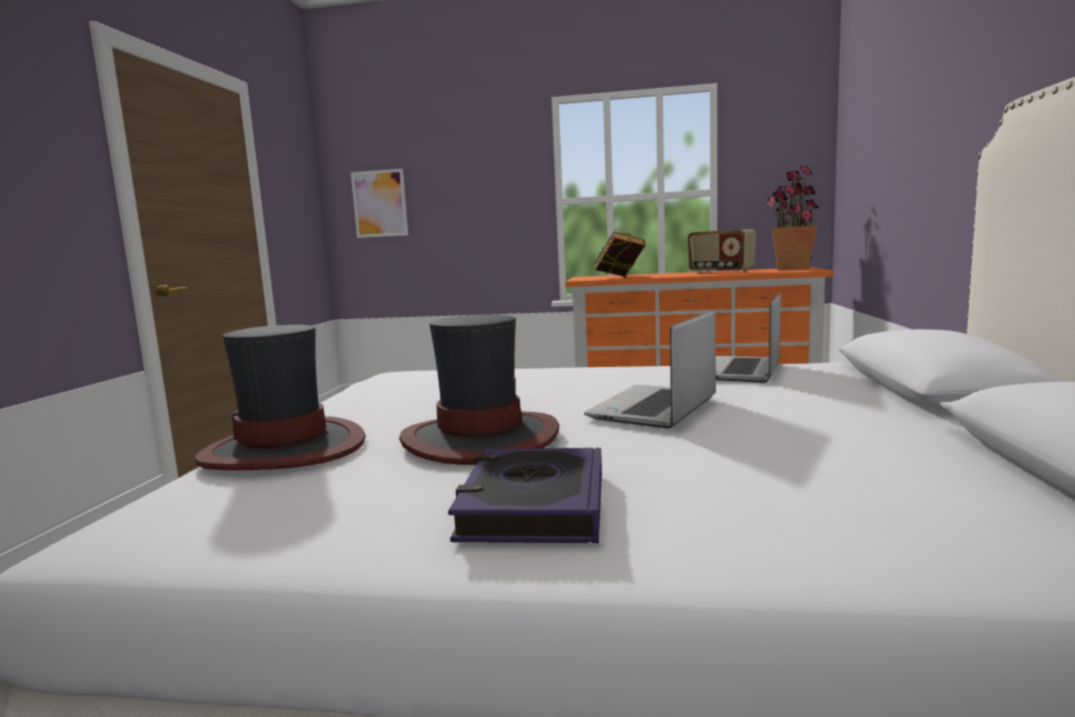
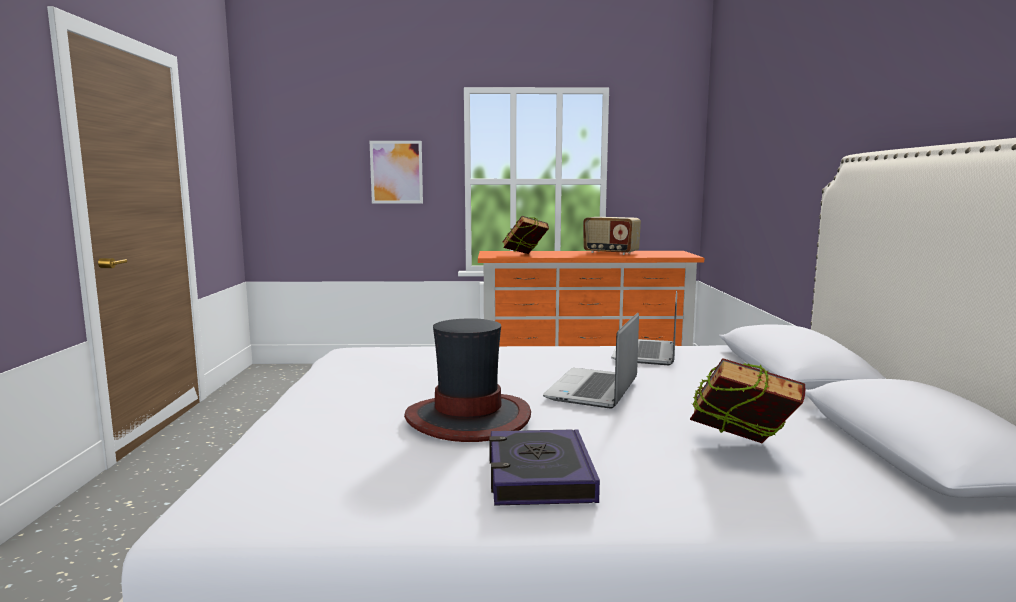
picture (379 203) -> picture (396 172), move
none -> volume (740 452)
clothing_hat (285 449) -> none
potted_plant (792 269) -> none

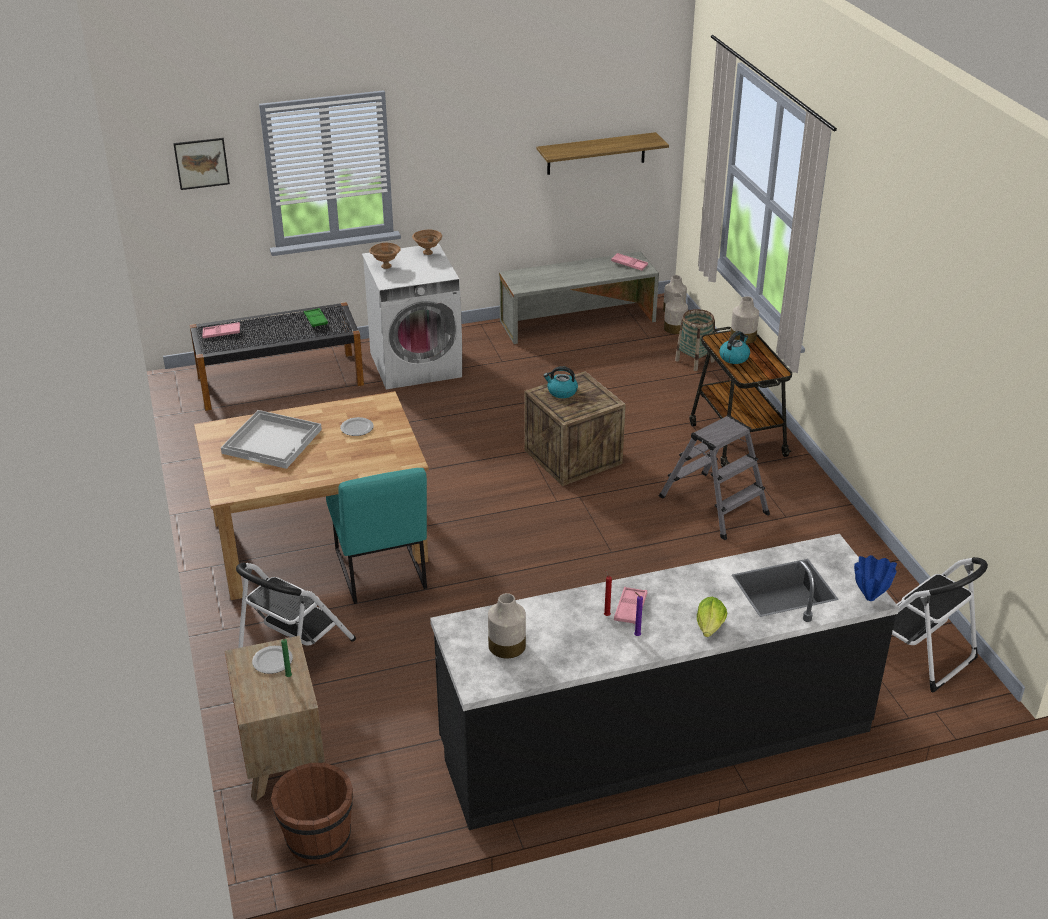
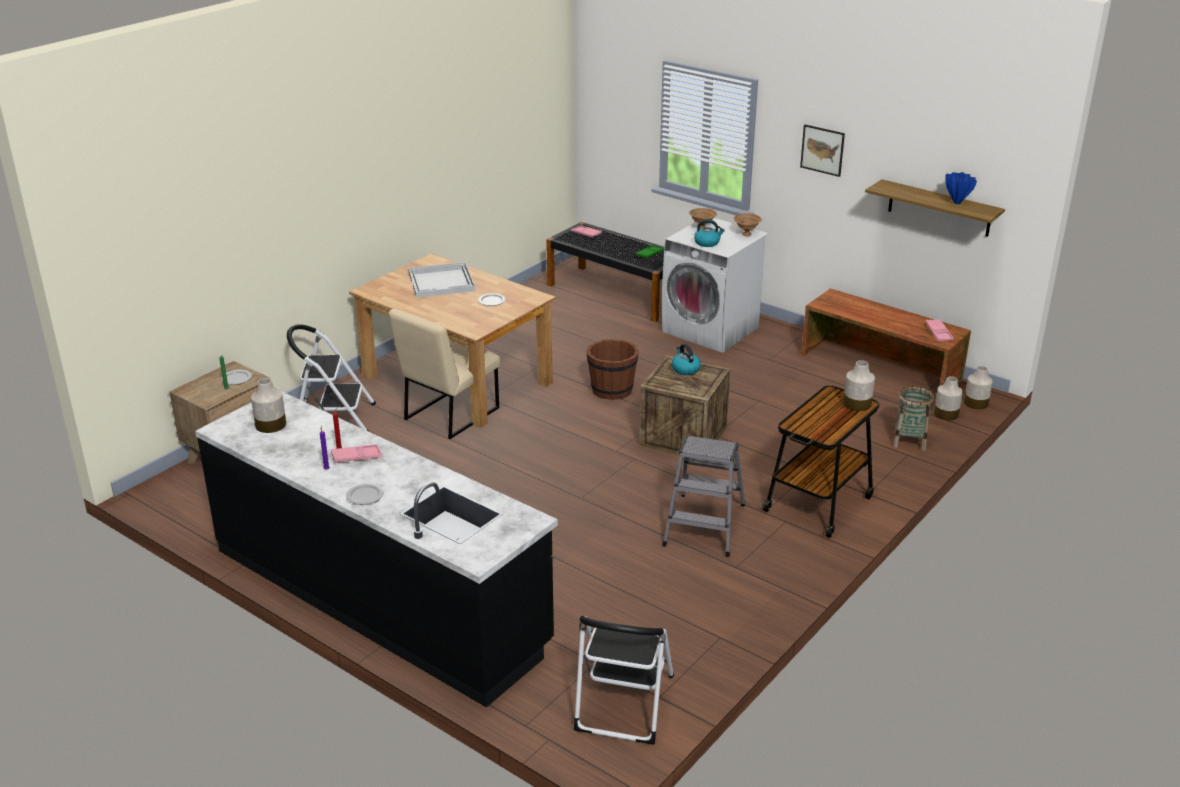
head_of_lettuce (710 627) -> plate (365 496)
turquoise-coloured_plain_chair (380 571) -> beige_plain_chair (449 414)
brownish_water_bucket (318 839) -> brownish_water_bucket (612 390), move
water_kettle (734 357) -> water_kettle (707 243), move
picture (201 163) -> picture (822 150), move
greyish_long_seat (578 320) -> brownish_long_seat (881 367)
blue_vase (869 598) -> blue_vase (956 203), move

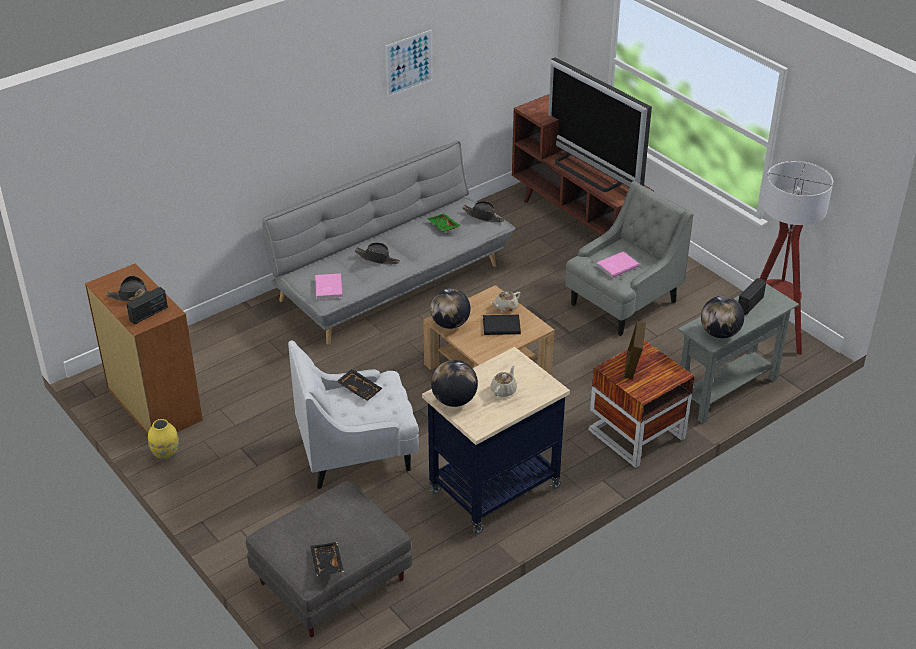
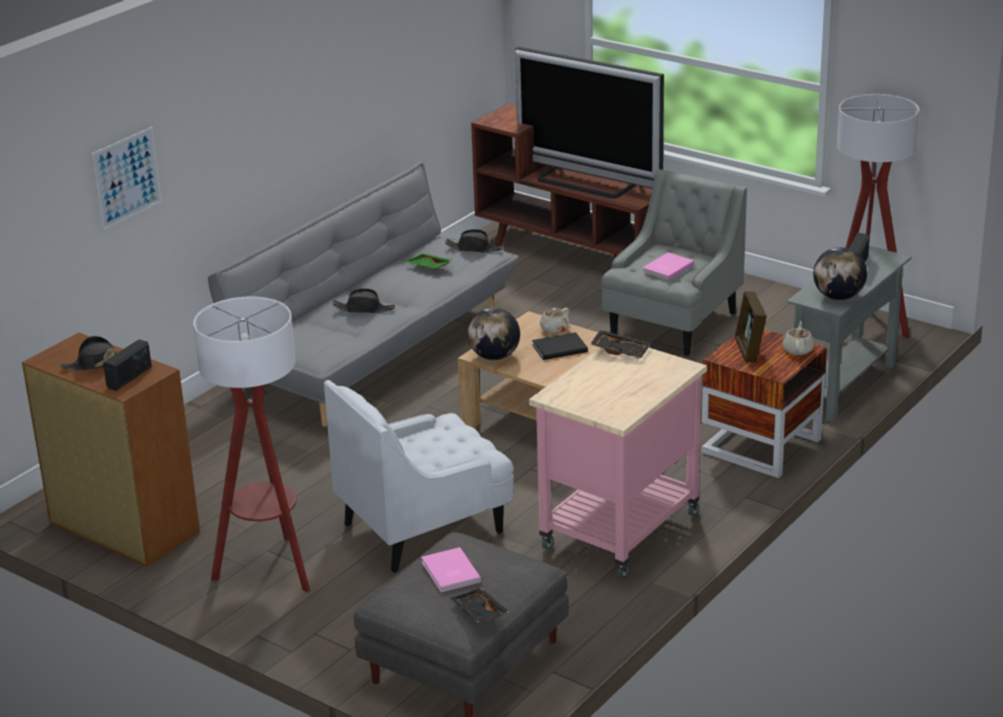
picture (409 63) -> picture (127 178), move
none -> floor_lamp (269 569)
pink_volume (327 288) -> pink_volume (449 572), move
blue_wheeled_cart (494 491) -> pink_wheeled_cart (620 532)
black_carrying_tray (360 389) -> black_carrying_tray (620 350), move
beige_pot_for_tea (504 390) -> beige_pot_for_tea (798 350), move
yellow_vase (166 455) -> none
desk_globe (454 400) -> none

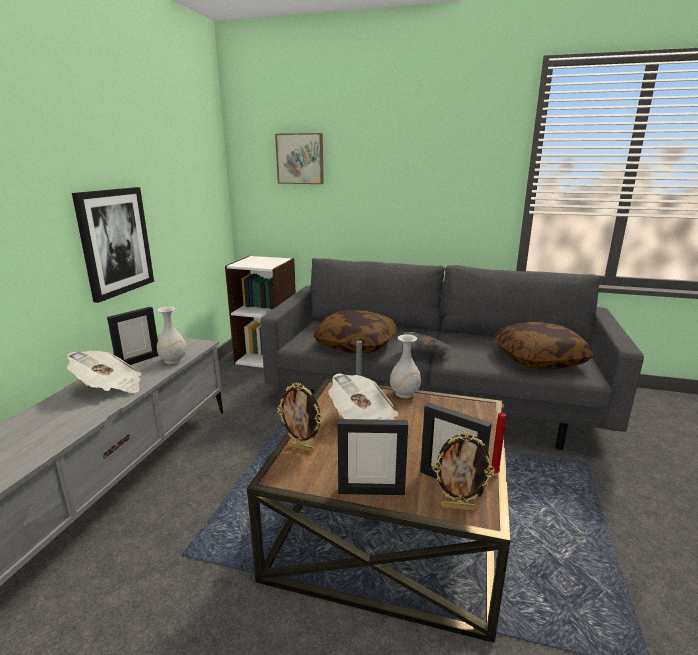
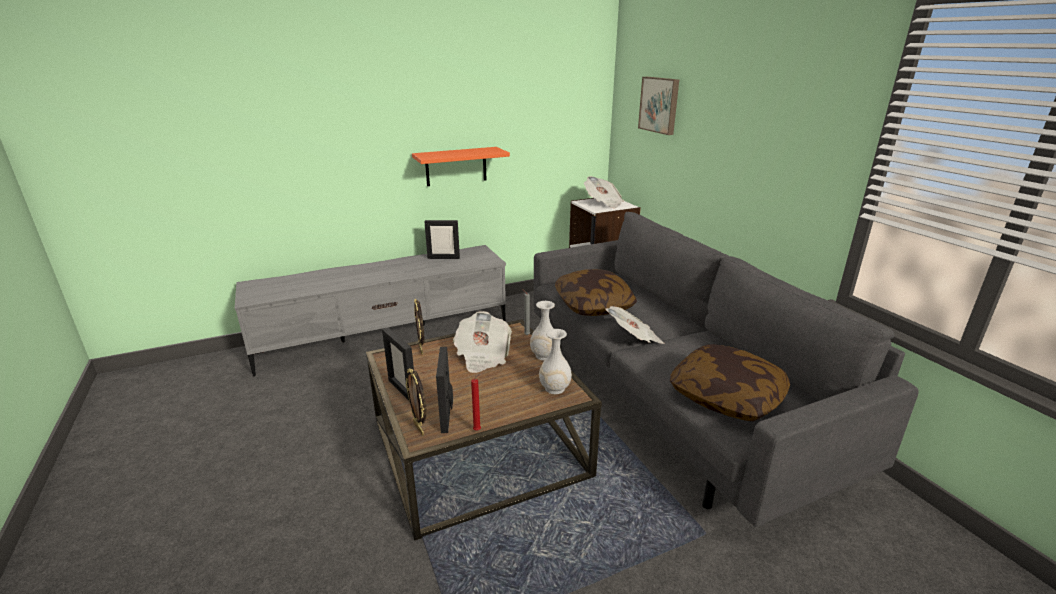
picture (115 242) -> orangey_bracket_shelf (456 166)
white-coloured_vase (173 360) -> white-coloured_vase (554 388), move
printed_paper (110 387) -> printed_paper (603 203), move

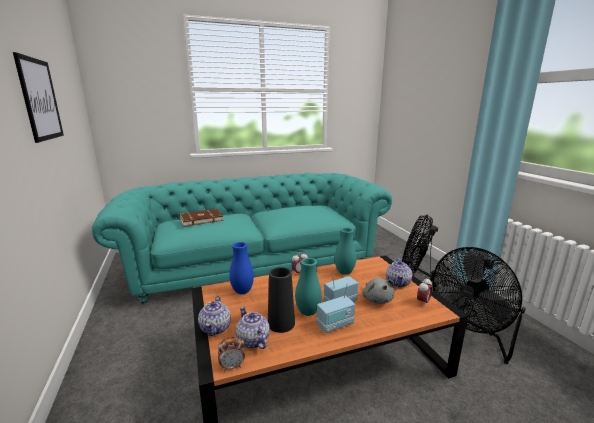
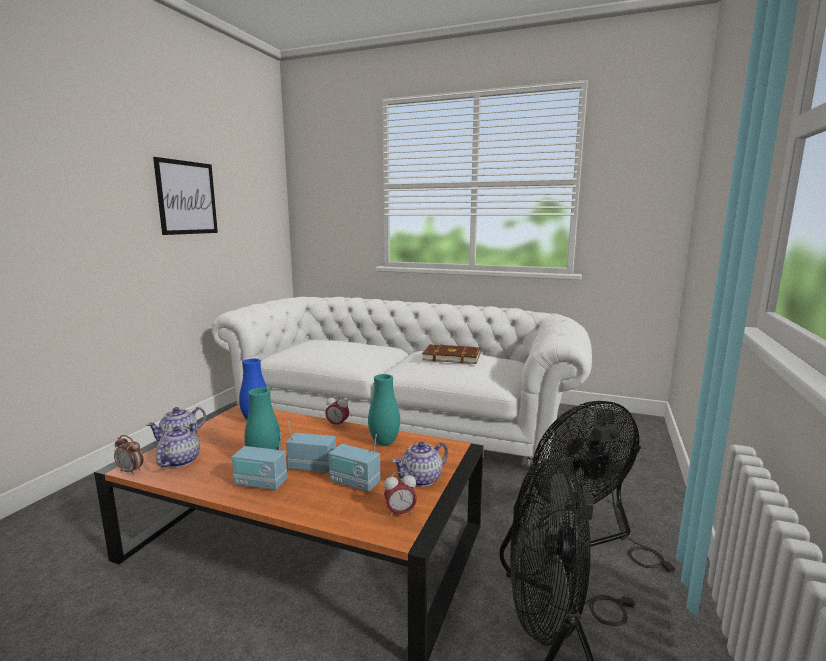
turquoise-coloured_couch (254 262) -> white-coloured_couch (402 418)
greyish_cuddly_toy (377 299) -> radio_receiver (354 483)
brownish_volume (200 219) -> brownish_volume (451 356), move
black_vase (281 323) -> none

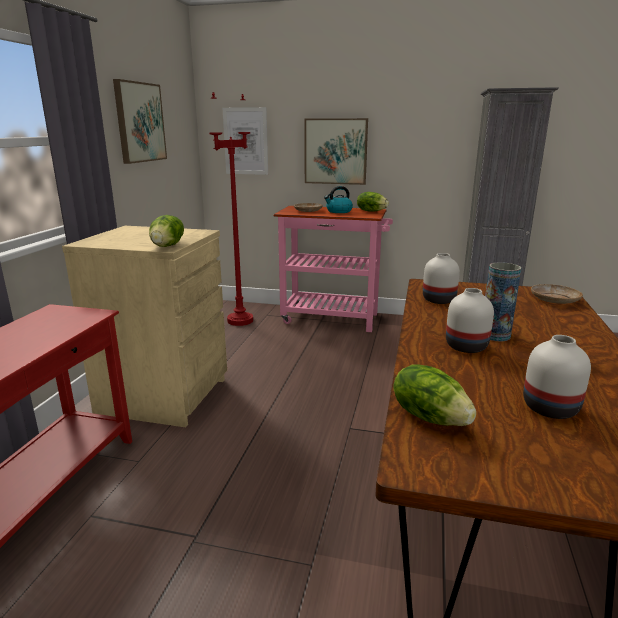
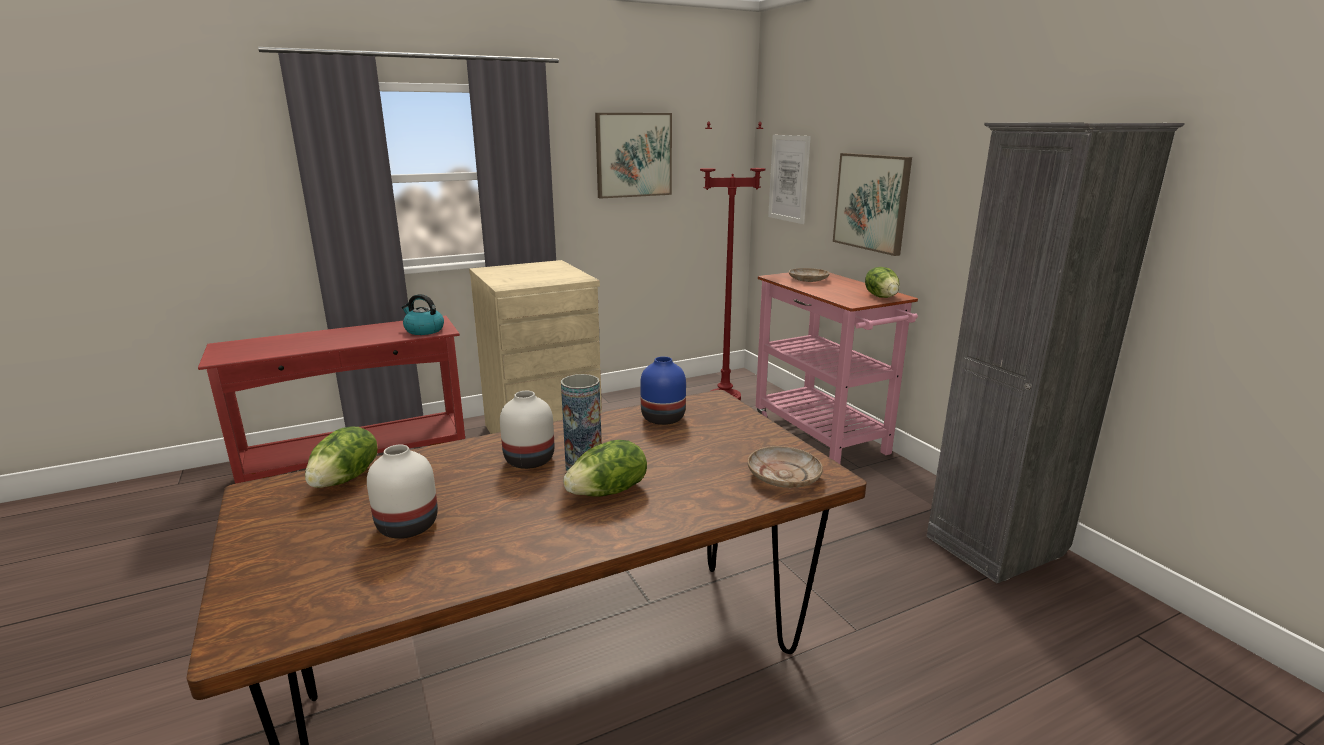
water_kettle (338 211) -> water_kettle (423 330), move
head_of_lettuce (168 246) -> head_of_lettuce (608 492), move
white-coloured_vase (438 300) -> blue_vase (664 418)

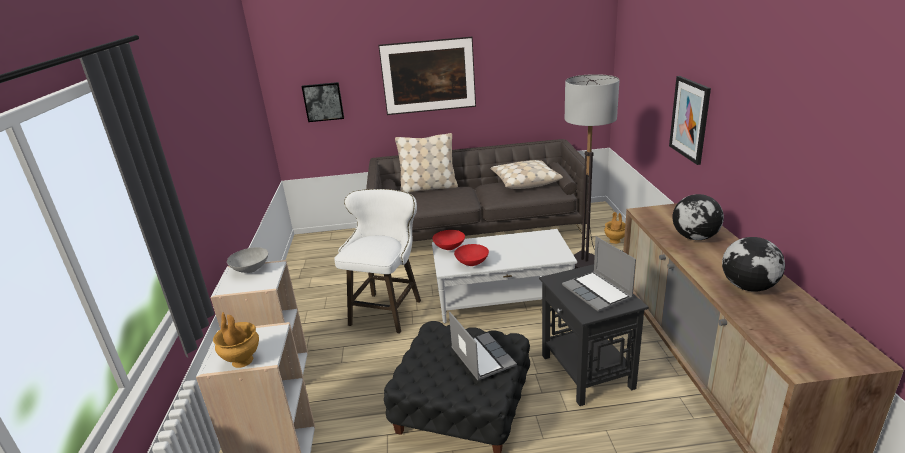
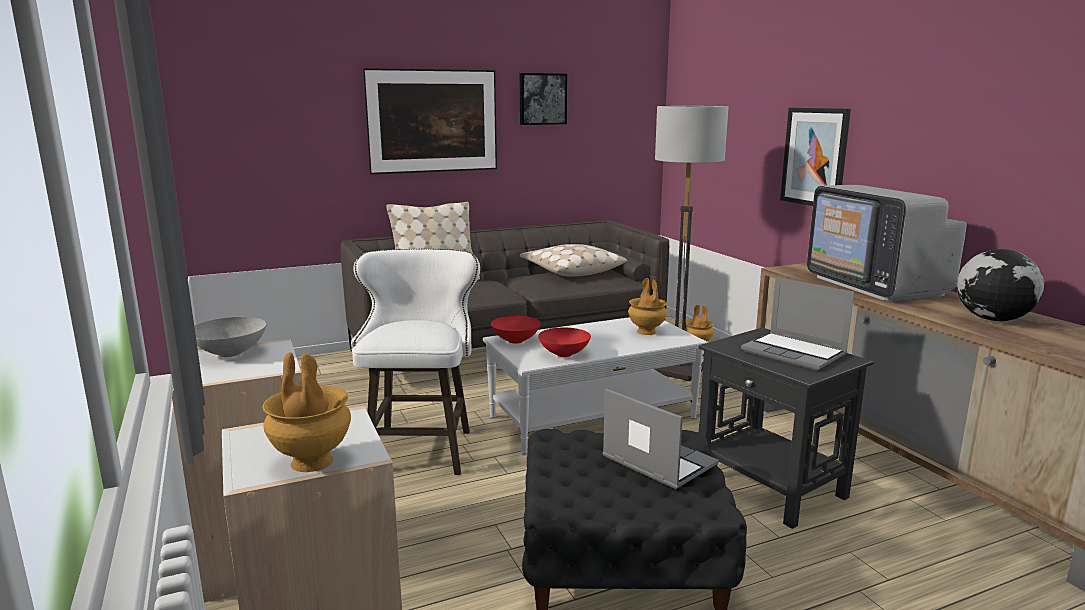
picture (323 101) -> picture (542 99), move
none -> brownish_vase (647 332)
desk_globe (695 237) -> television (875 286)

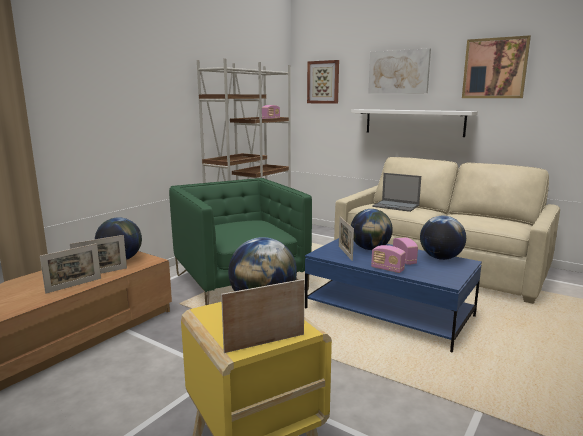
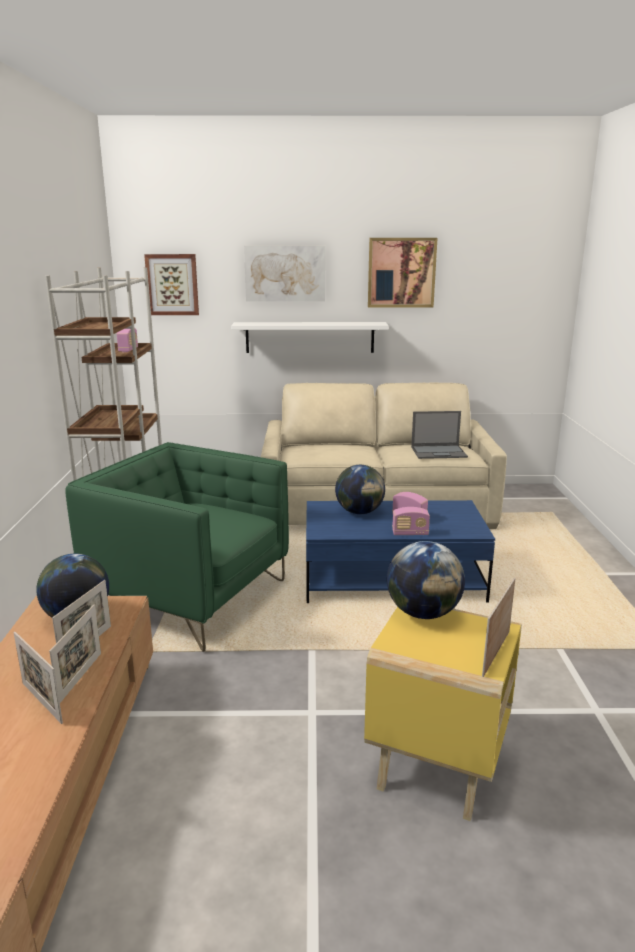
picture_frame (345 253) -> picture_frame (42 702), move
portable_computer (396 206) -> portable_computer (439 452), move
desk_globe (441 258) -> none

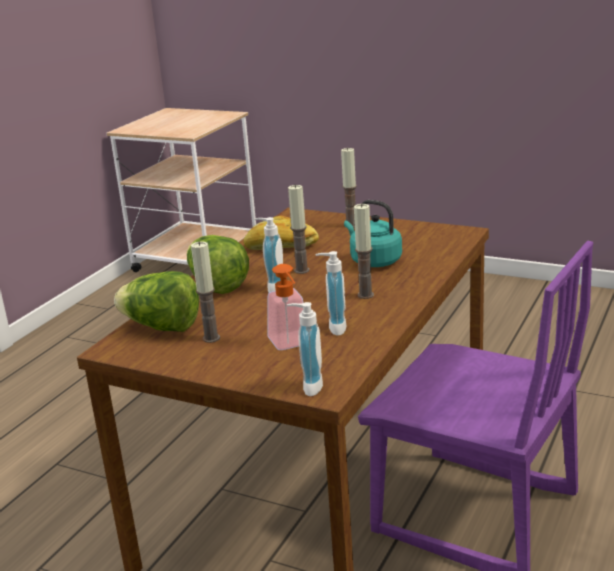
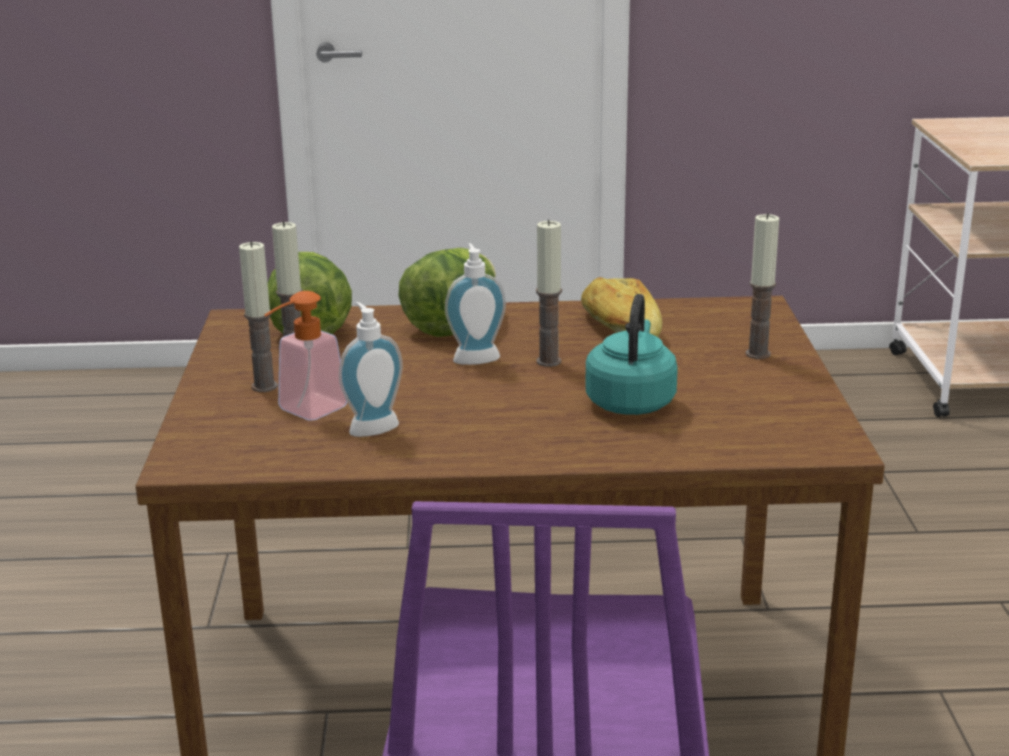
candle (365 295) -> candle (264 386), move
soap_dispenser (308 386) -> none

